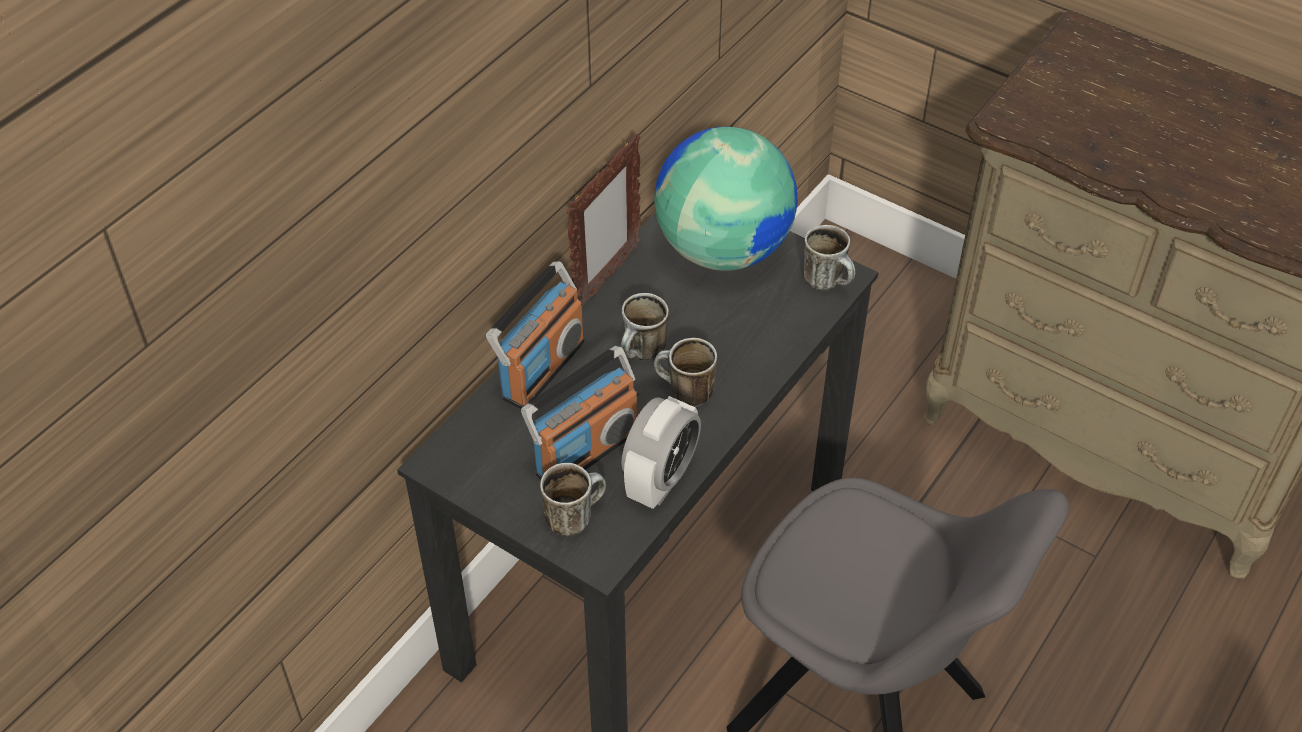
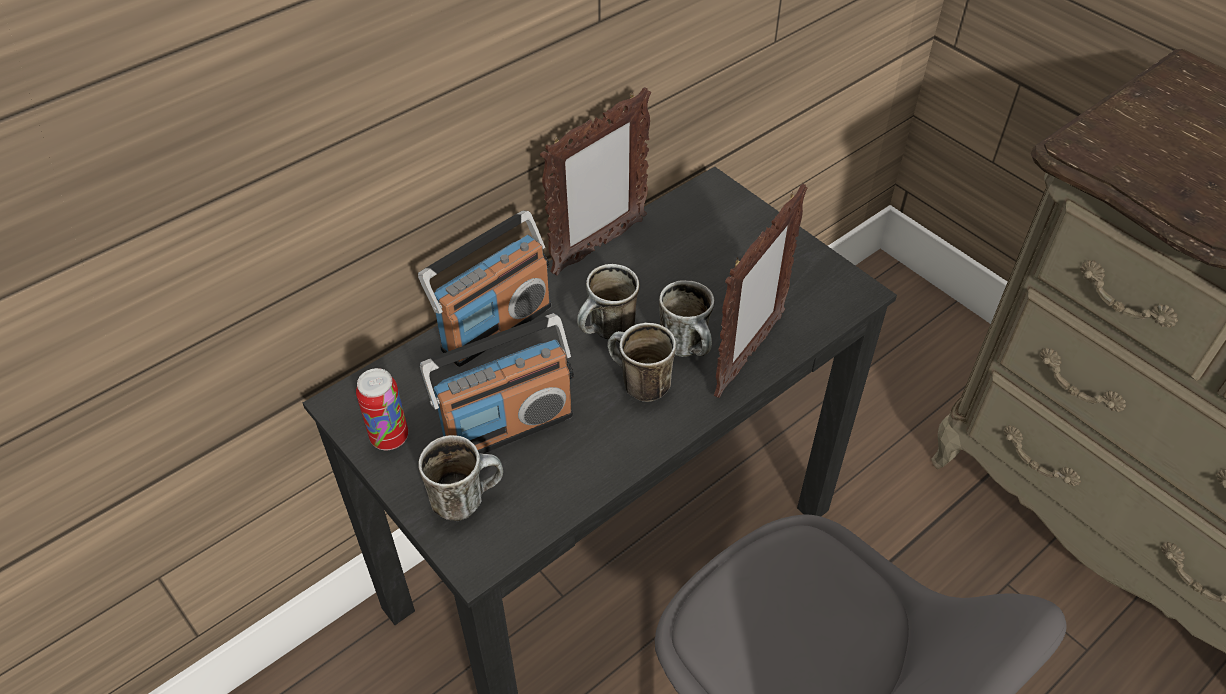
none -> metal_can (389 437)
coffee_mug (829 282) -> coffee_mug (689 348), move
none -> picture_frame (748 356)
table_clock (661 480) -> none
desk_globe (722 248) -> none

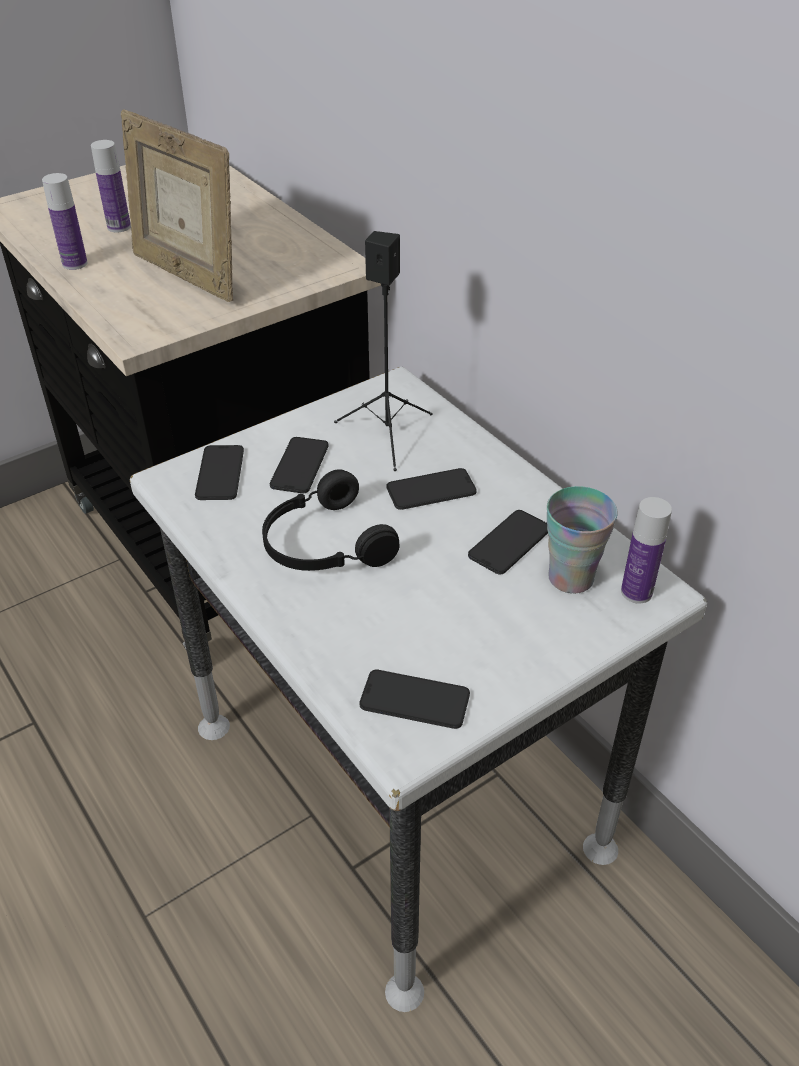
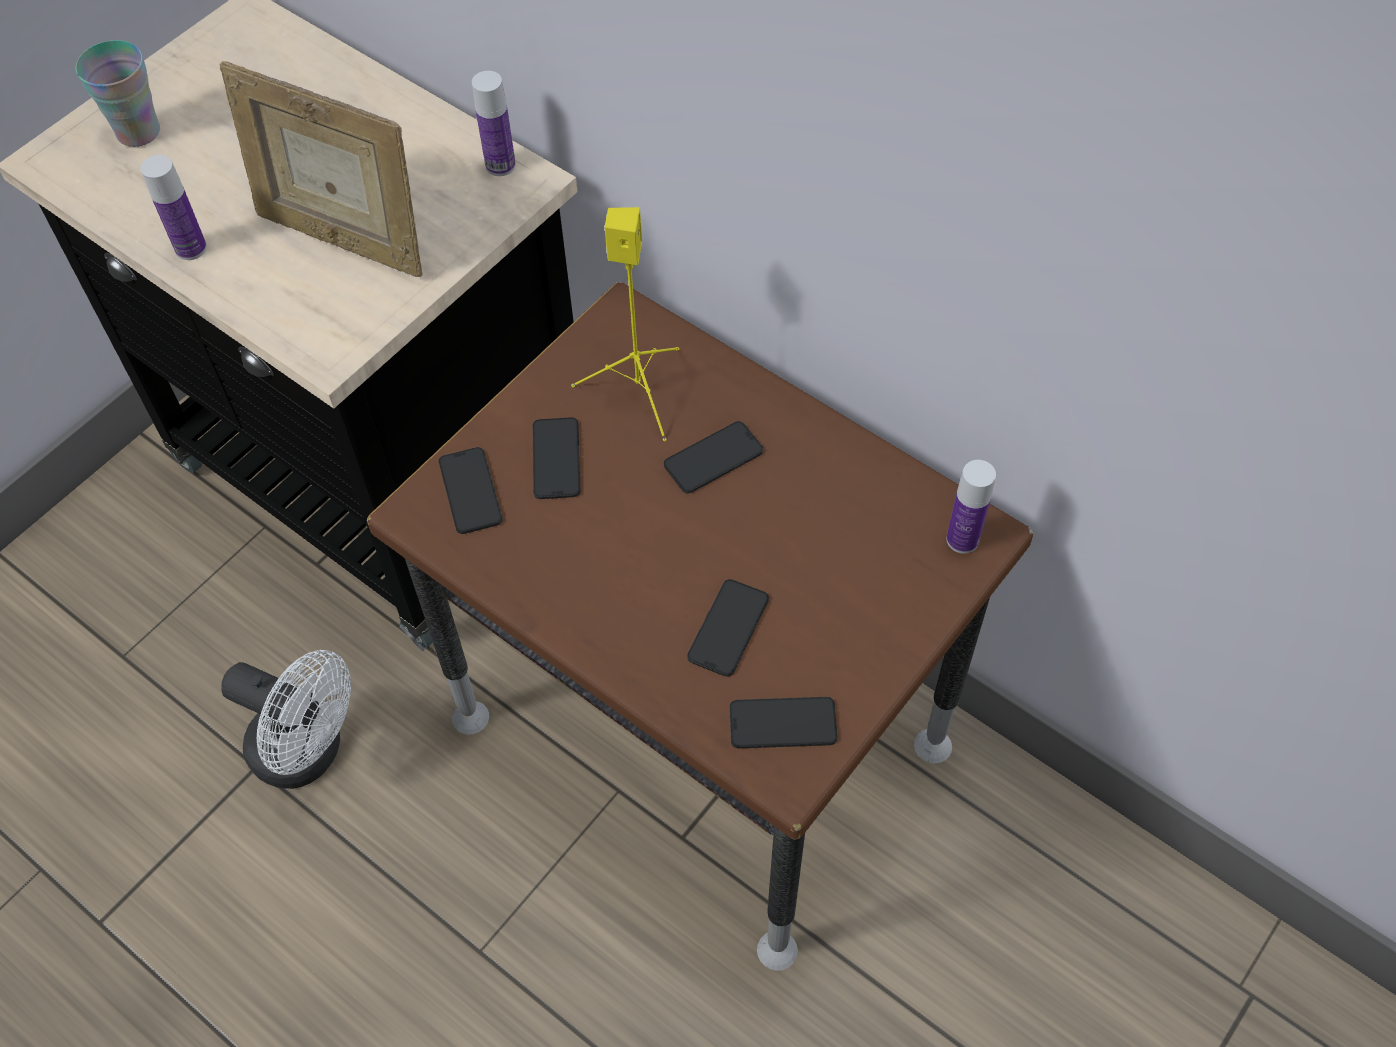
cup (571 578) -> cup (138 132), move
none -> white-coloured_cooling_fan (309 752)
white-coloured_desk (400 784) -> brownish_desk (703 729)
drink_bottle (119 227) -> drink_bottle (500 165), move
black_loudspeaker (388 434) -> yellow_loudspeaker (638 389)
handset (509 542) -> handset (728 628), move
black_pair_of_headphones (324 544) -> none

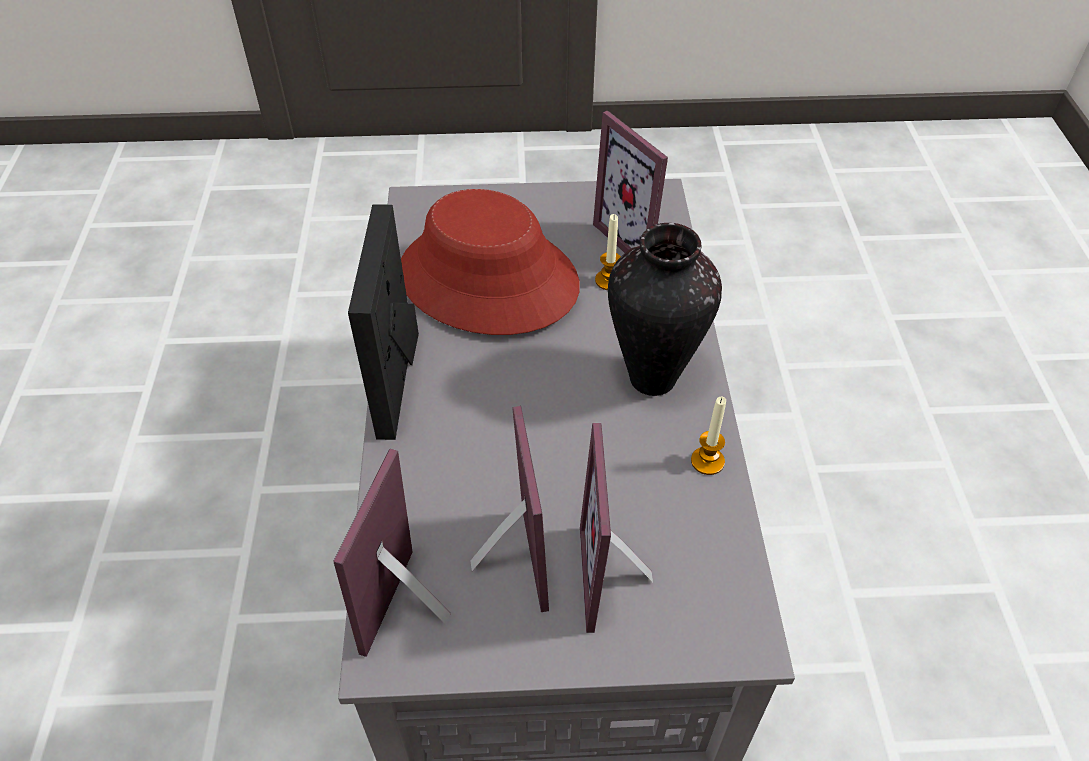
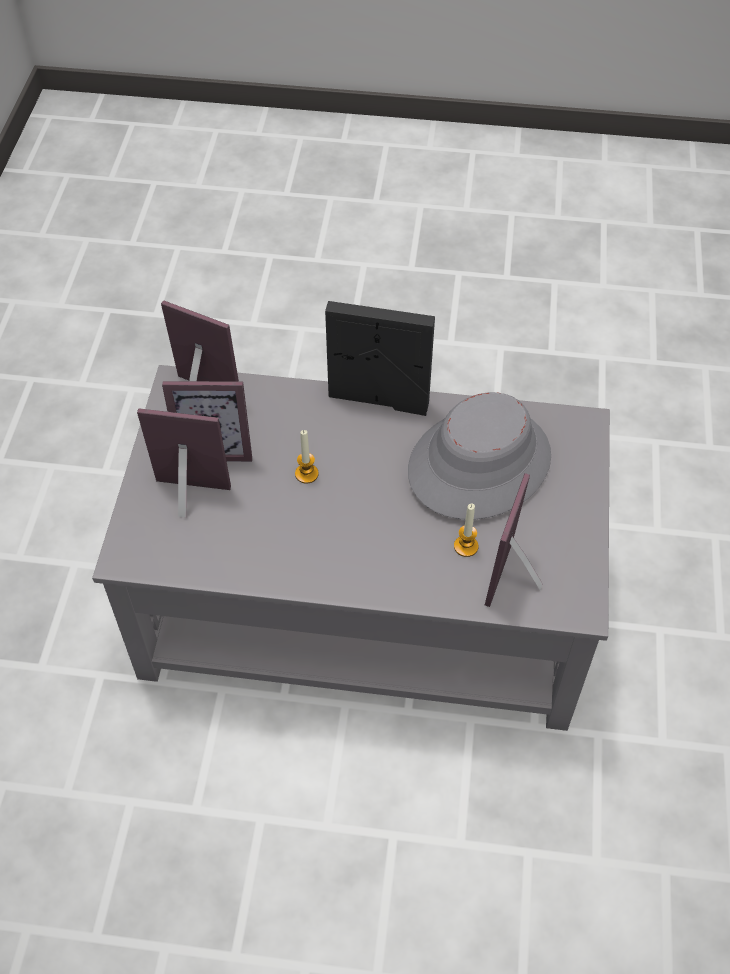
candle (707 461) -> candle (306 474), move
red_clothing_hat (487 280) -> greyish_clothing_hat (479 463)
picture_frame (639 238) -> picture_frame (518 579), 45 degrees counterclockwise
vase (650 378) -> none

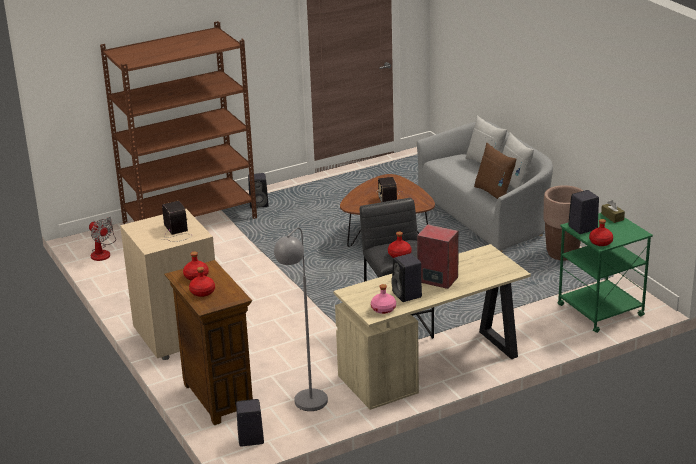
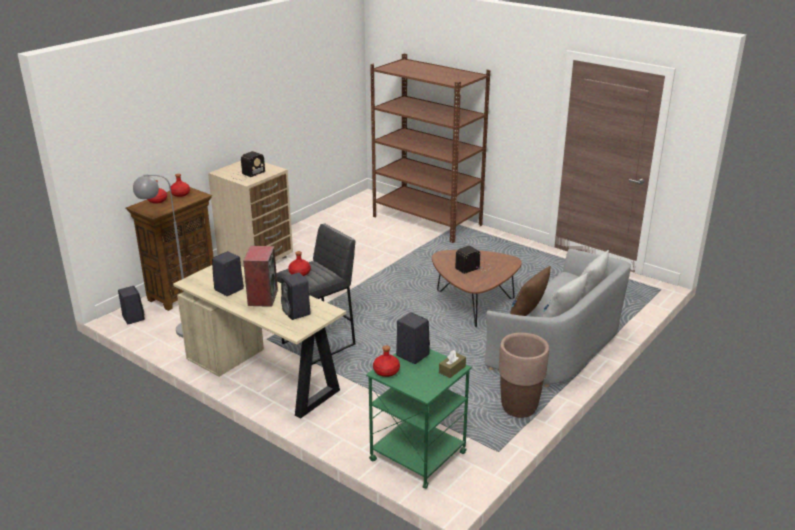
black_loudspeaker (259 204) -> black_loudspeaker (297 313), move
cooling_fan (102 252) -> none
pink_drink_bottle (383 309) -> none

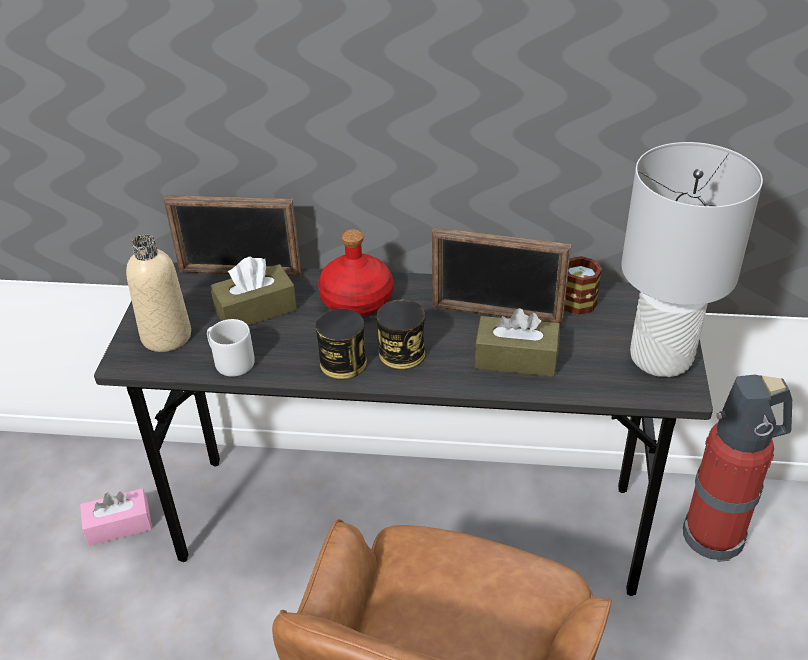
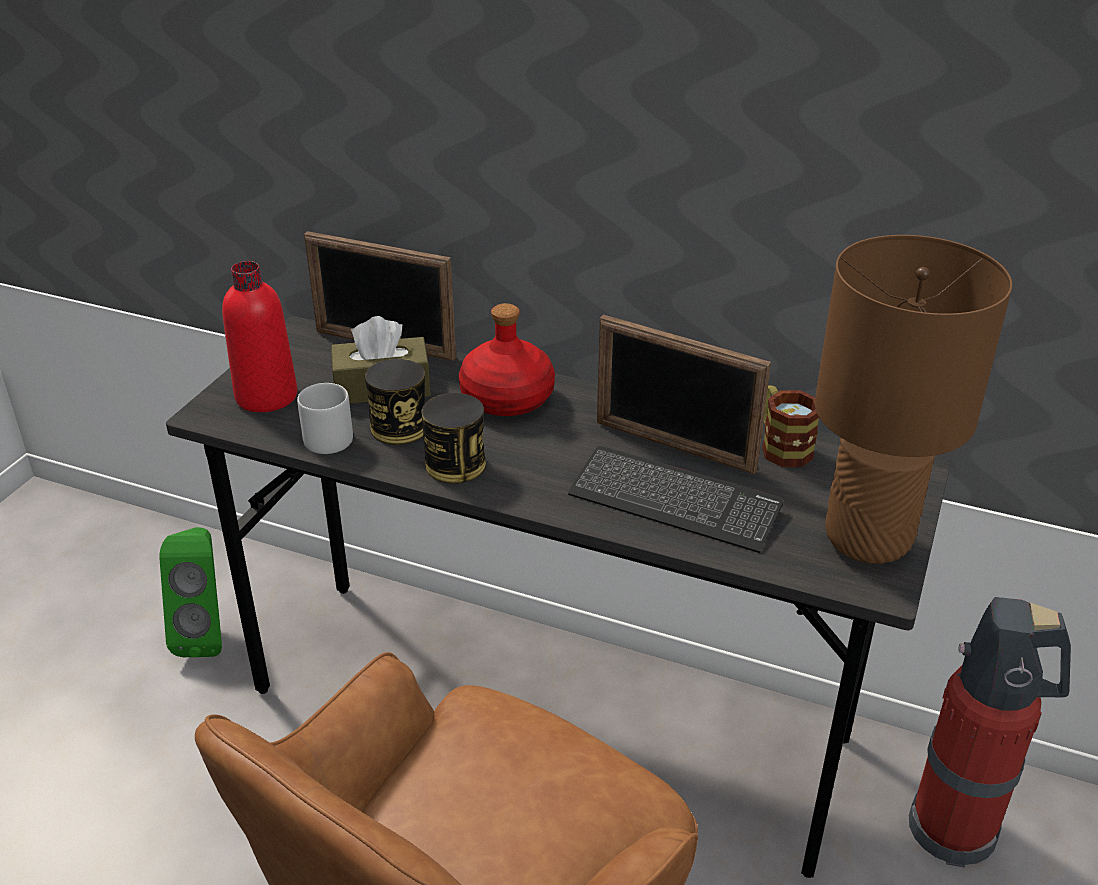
pink_box_of_tissues (119 525) -> greenish_loudspeaker (207 634)
beige_drink_bottle (166 336) -> red_drink_bottle (266 396)
metal_can (402 353) -> metal_can (399 427), move
brownish_box_of_tissues (516 359) -> PC_keyboard (674 502)
greyish_table_lamp (661 362) -> brownish_table_lamp (868 544)

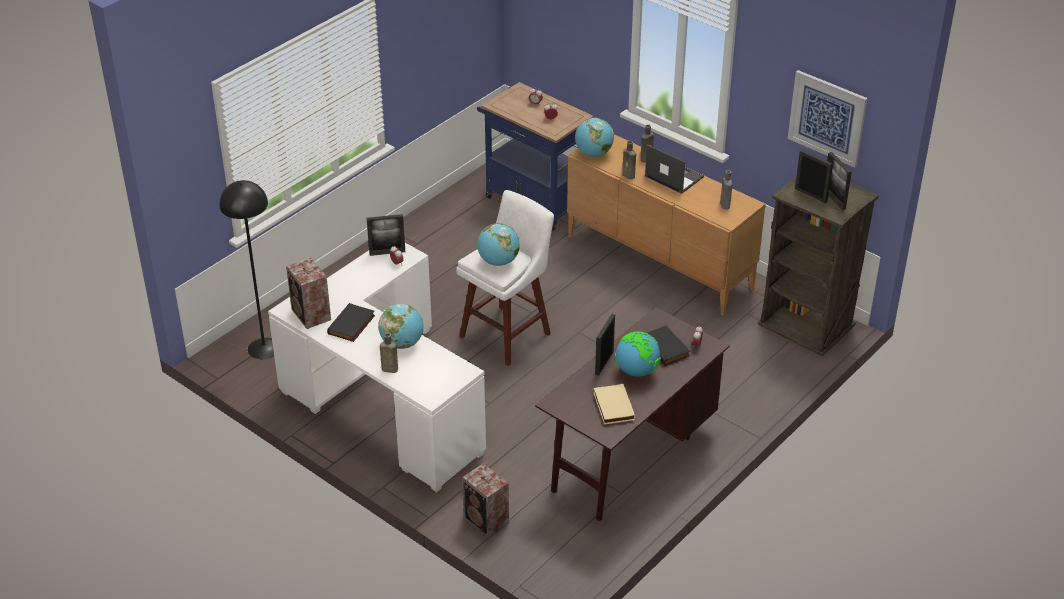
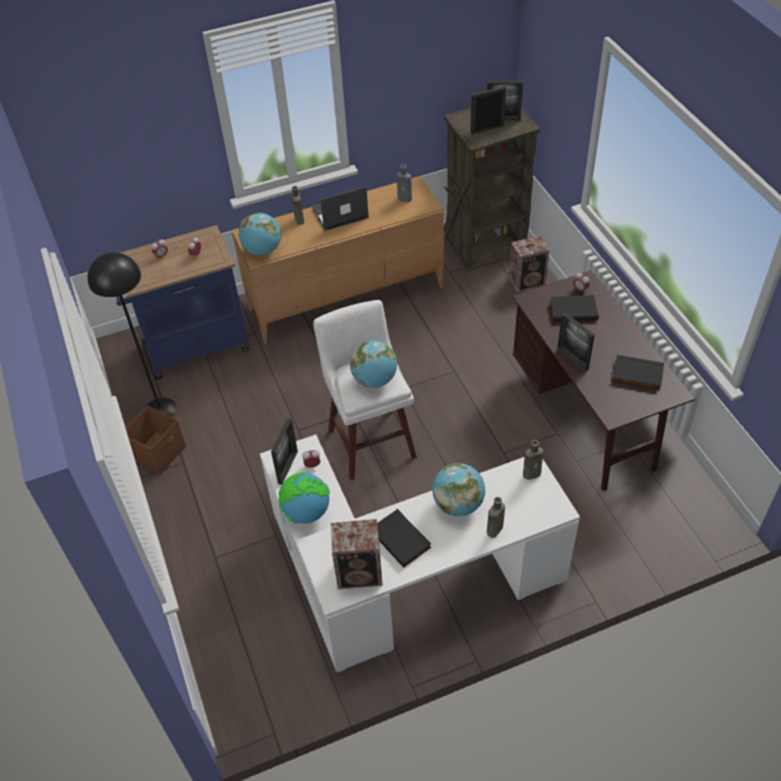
black_floor_lamp (264 348) -> black_floor_lamp (160 410), move
none -> brownish_storage_bin (159 452)
desk_globe (636 371) -> desk_globe (306 512), move
loudspeaker (486 521) -> loudspeaker (528 281), move
brownish_drink_bottle (629 176) -> brownish_drink_bottle (533 473), move
beige_volume (612 406) -> black_volume (637 375)
picture (827 118) -> none

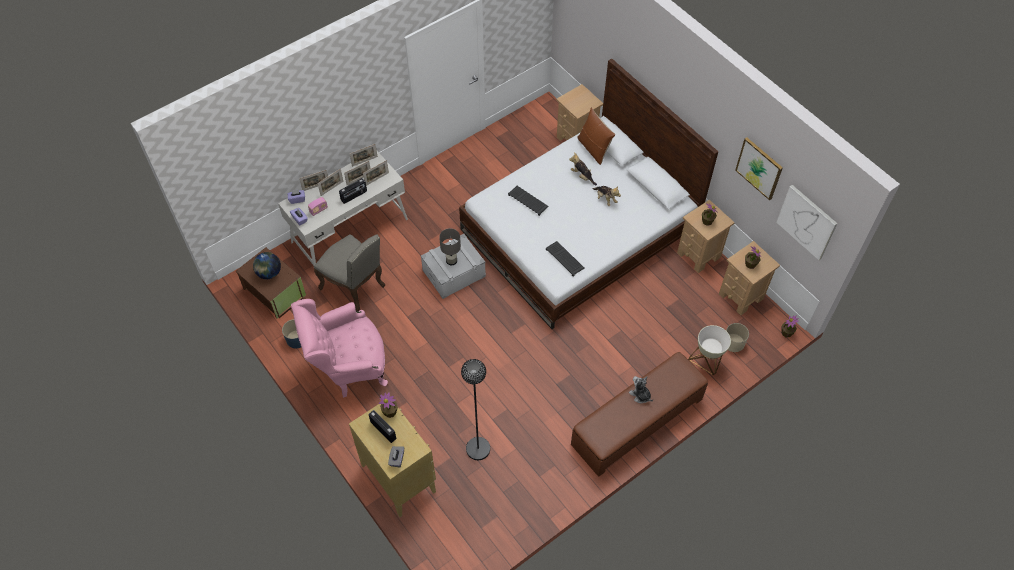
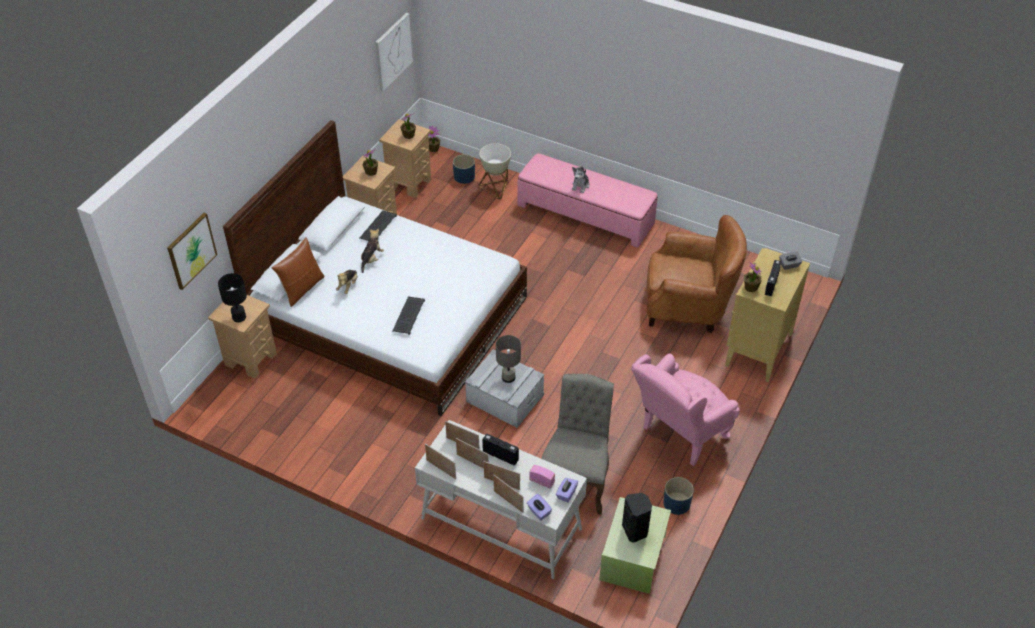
picture (759 168) -> picture (191 250), move
none -> black_table_lamp (239 317)
PC_keyboard (565 259) -> PC_keyboard (378 227), move
beige_plant_pot (734 342) -> blue_plant_pot (464 176)
brownish_long_seat (637 422) -> pink_long_seat (586 214)
brownish_storage_bin (274 293) -> greenish_storage_bin (634 558)
desk_globe (269 273) -> black_loudspeaker (635 530)
pink_armchair (350 369) -> pink_armchair (678 437), 90 degrees clockwise
black_floor_lamp (477 449) -> brownish_armchair (688 306)

